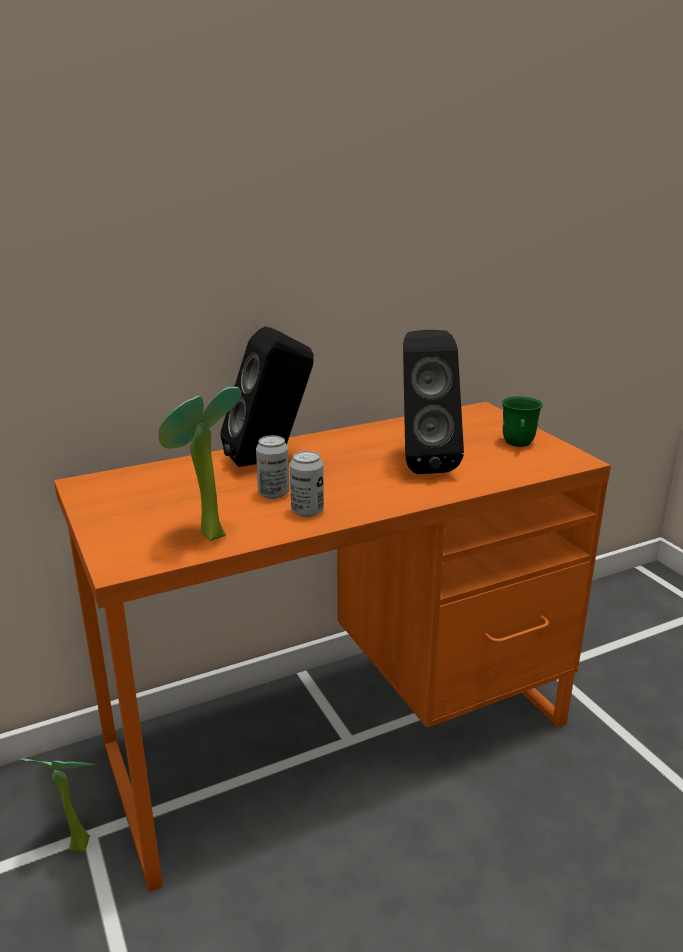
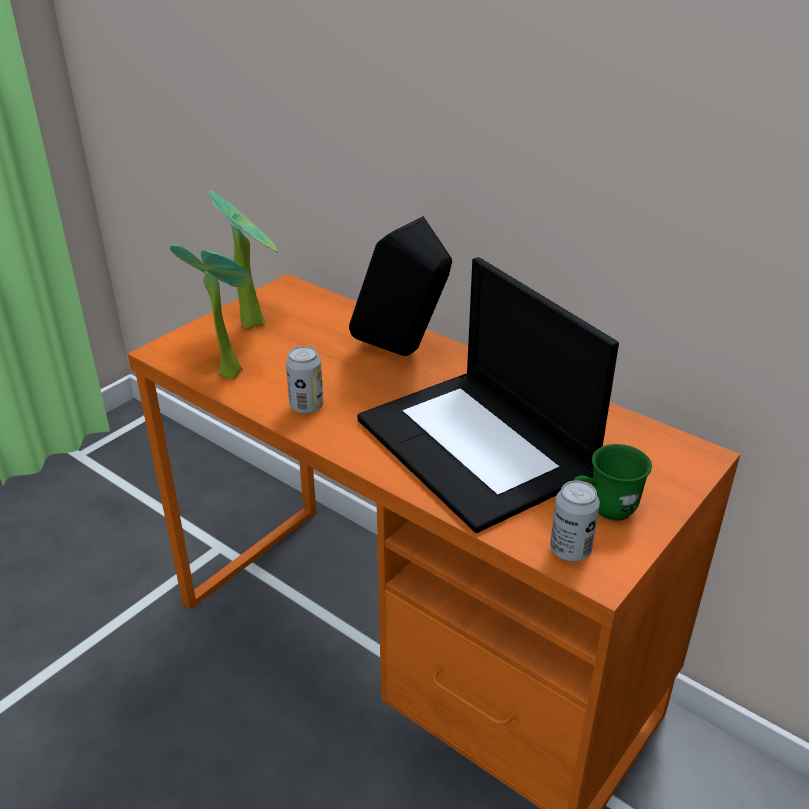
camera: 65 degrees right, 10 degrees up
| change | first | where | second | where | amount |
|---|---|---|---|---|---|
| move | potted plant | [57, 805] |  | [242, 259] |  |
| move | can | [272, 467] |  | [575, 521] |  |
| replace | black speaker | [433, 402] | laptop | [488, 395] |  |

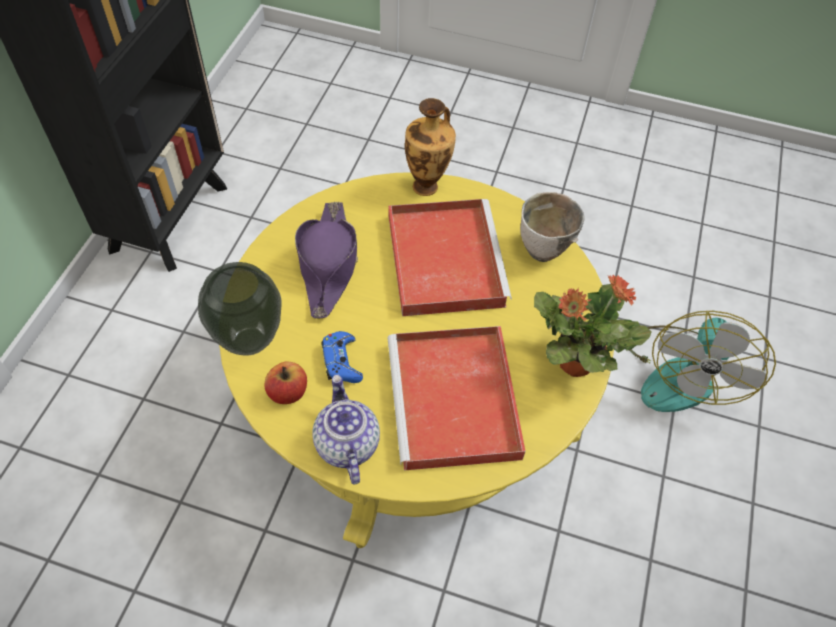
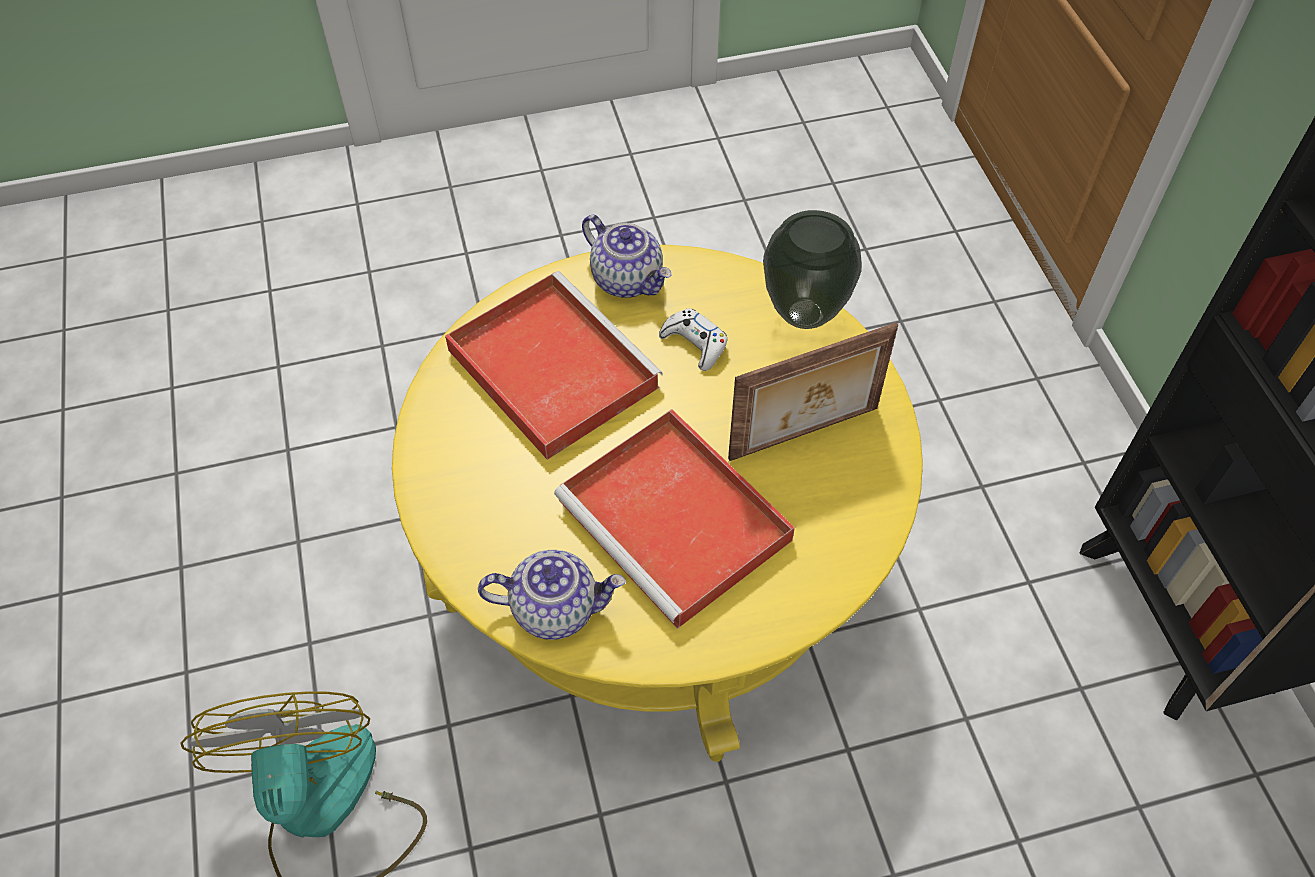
camera: 150 degrees right, 0 degrees up
| change | first | where | second | where | amount |
|---|---|---|---|---|---|
| delete | apple | [286, 382] |  |  |  |
| replace | purple hat | [326, 259] | picture frame | [813, 391] |  |
| recolor | blue game controller | [342, 357] | white game controller | [693, 339] |  |
| delete | vase | [430, 147] |  |  |  |
| replace | bowl | [552, 227] | teapot | [552, 595] |  |
| delete | potted plant | [592, 326] |  |  |  |

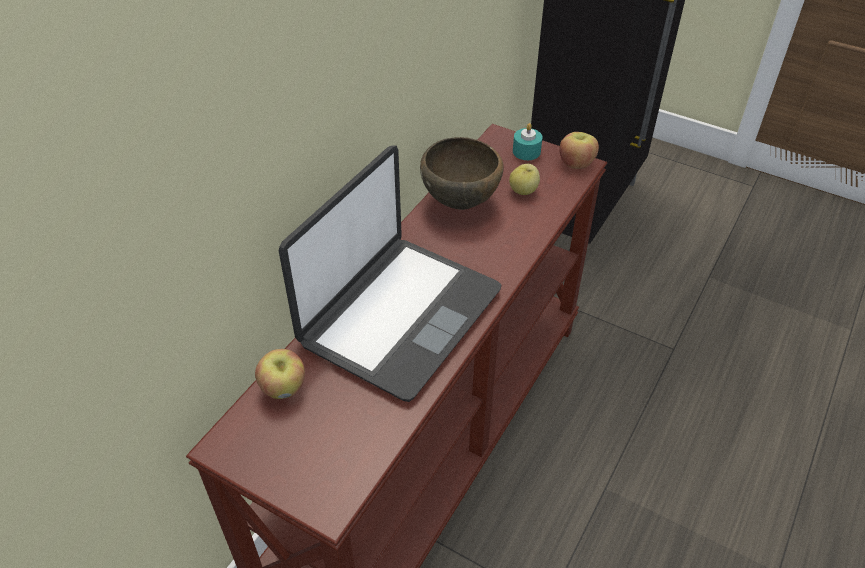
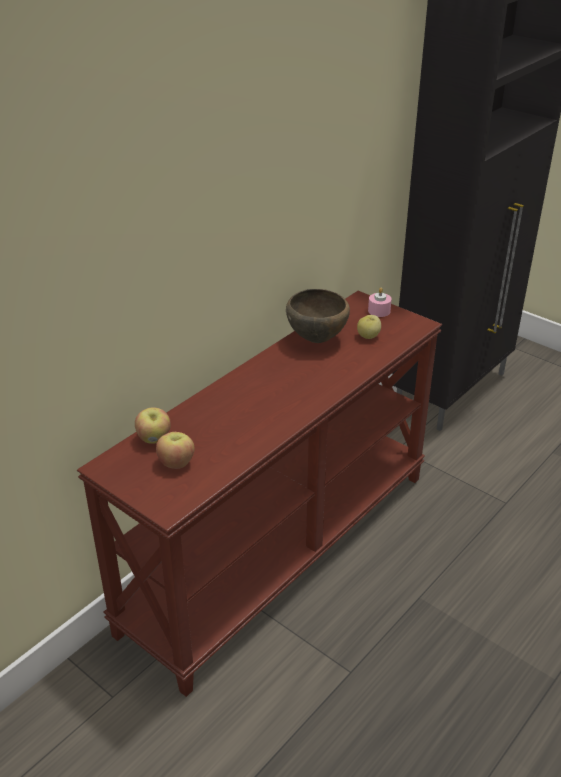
camera: 10 degrees right, 10 degrees down
| change | first | where | second | where | amount |
|---|---|---|---|---|---|
| delete | laptop | [390, 273] |  |  |  |
| recolor | turquoise candle | [528, 141] | pink candle | [380, 302] |  |
| move | apple | [579, 150] |  | [175, 450] |  |

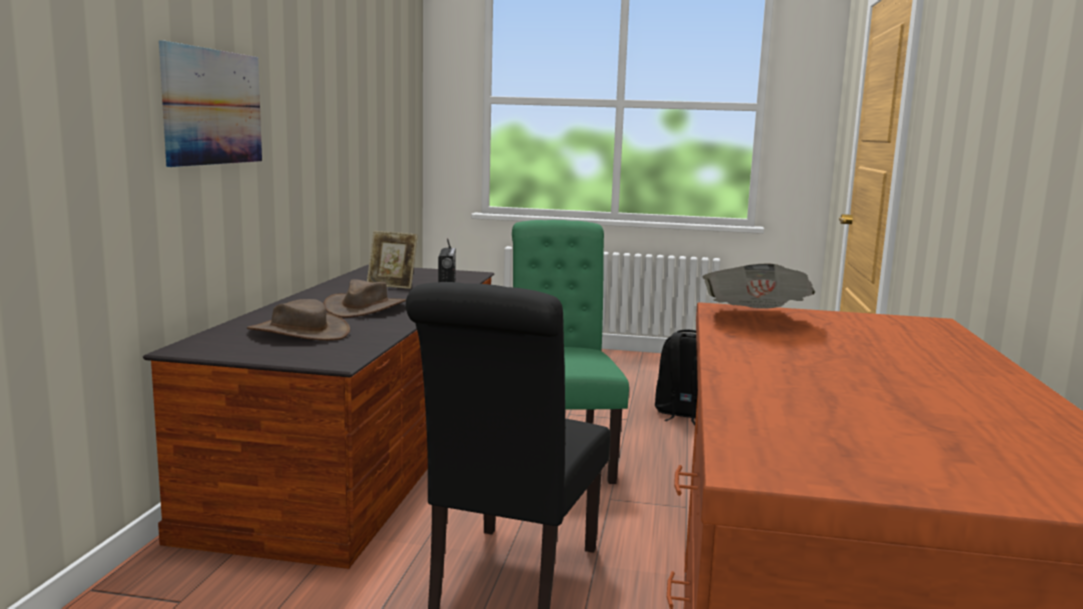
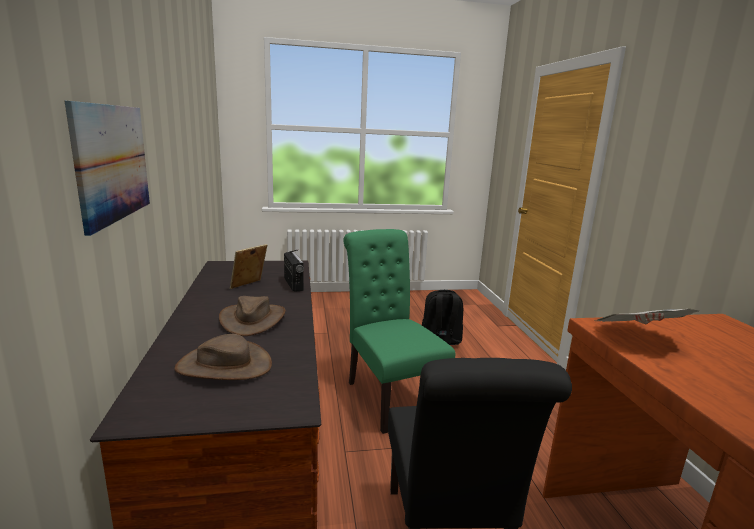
camera: 20 degrees left, 5 degrees up
| change | first | where | second | where | amount |
|---|---|---|---|---|---|
| rotate | picture frame | [392, 260] |  | [248, 266] | 135 degrees clockwise |

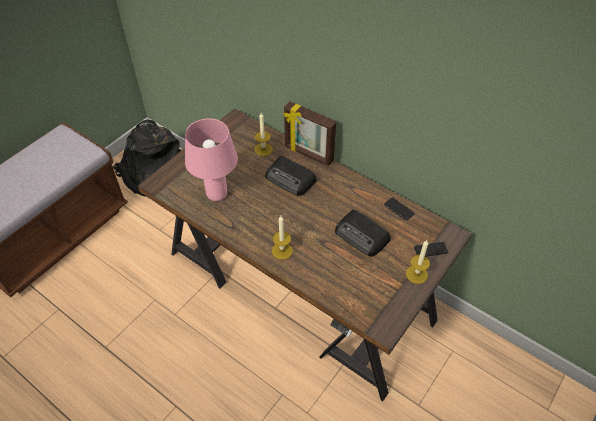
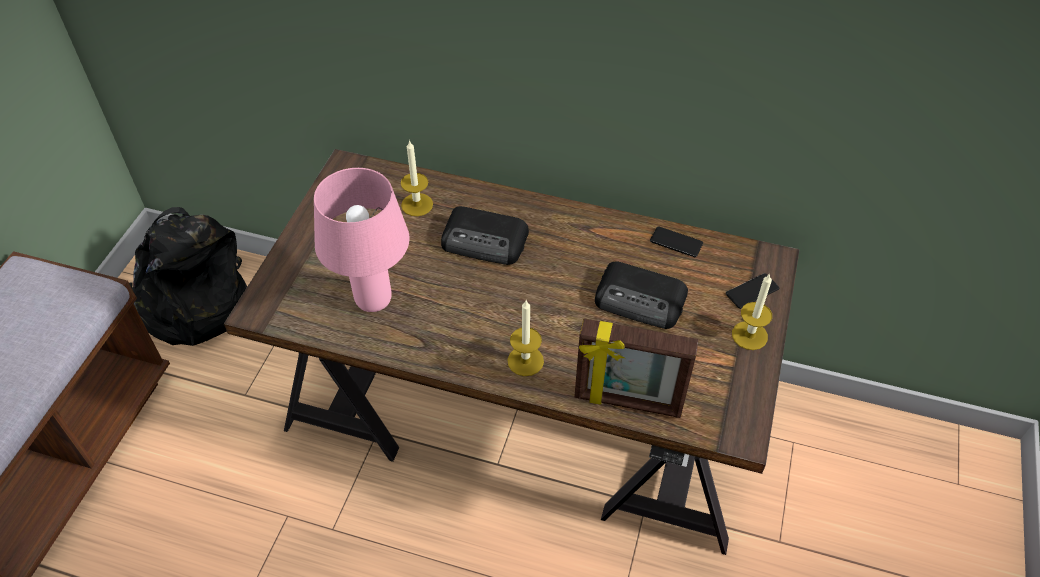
camera: 20 degrees left, 0 degrees up
| change | first | where | second | where | amount |
|---|---|---|---|---|---|
| move | picture frame | [309, 133] |  | [636, 368] |  |

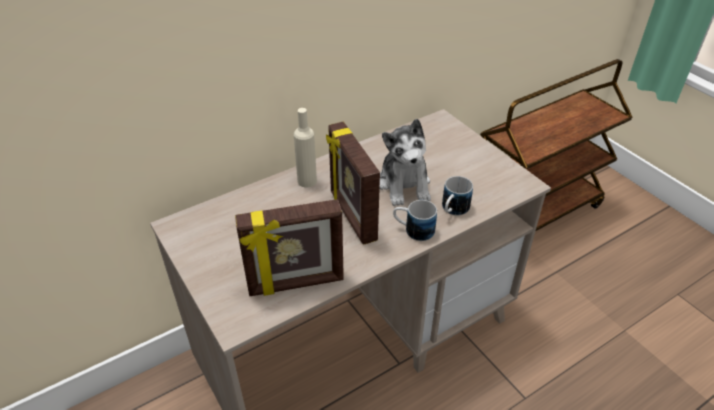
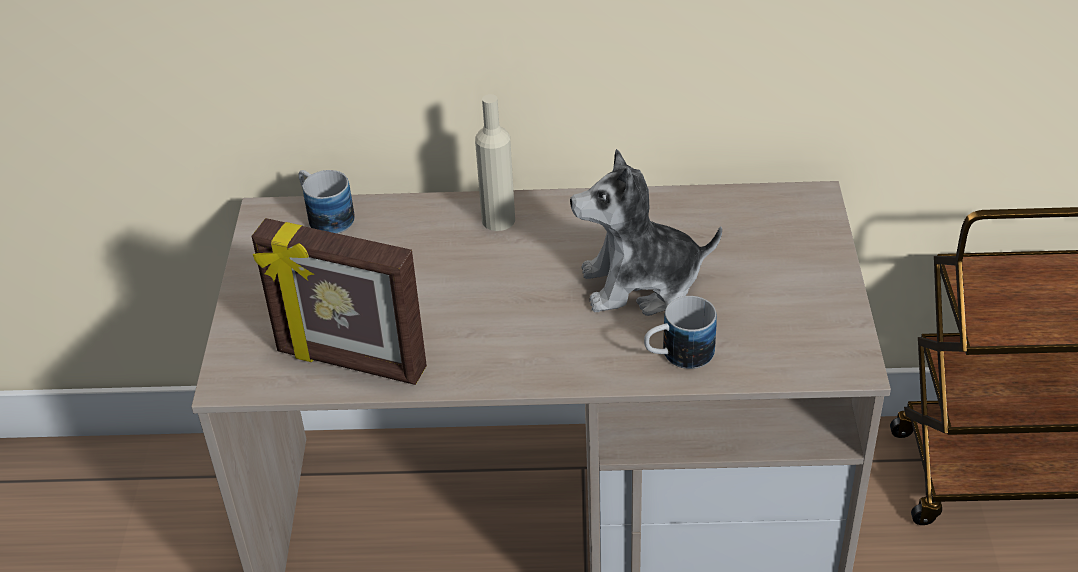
camera: 35 degrees right, 0 degrees up
| change | first | where | second | where | amount |
|---|---|---|---|---|---|
| delete | picture frame | [353, 183] |  |  |  |
| rotate | plush toy | [405, 162] |  | [646, 232] | 60 degrees clockwise |
| move | mug | [415, 220] |  | [327, 202] |  |

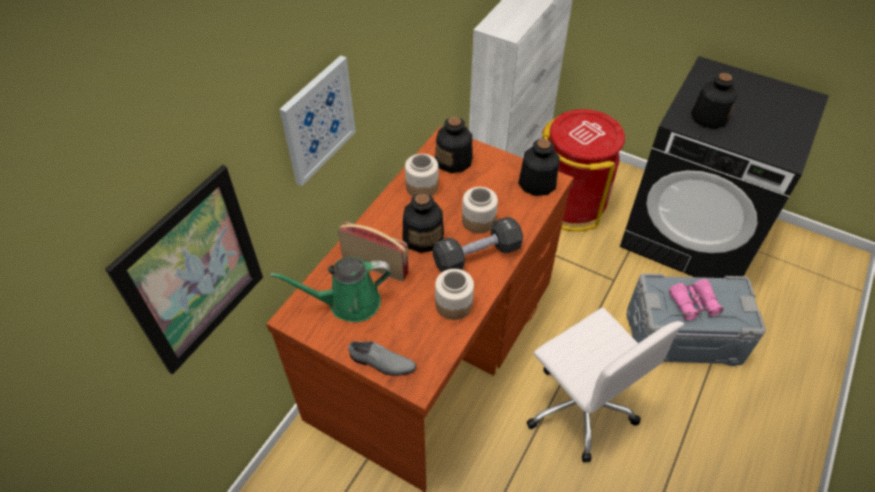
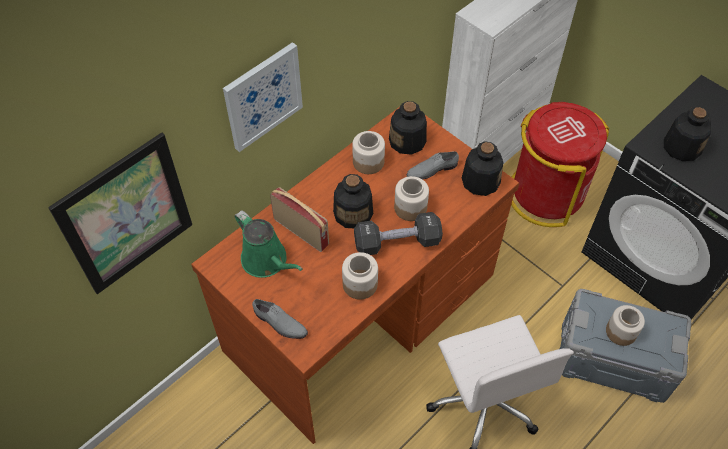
camera: 15 degrees right, 5 degrees up
| change | first | where | second | where | amount |
|---|---|---|---|---|---|
| rotate | green watering can | [330, 289] |  | [268, 244] | 135 degrees counterclockwise |
| replace | pink binoculars | [696, 300] | jar | [625, 325] |  |
| insert |  |  | grey shoe | [433, 165] |  |

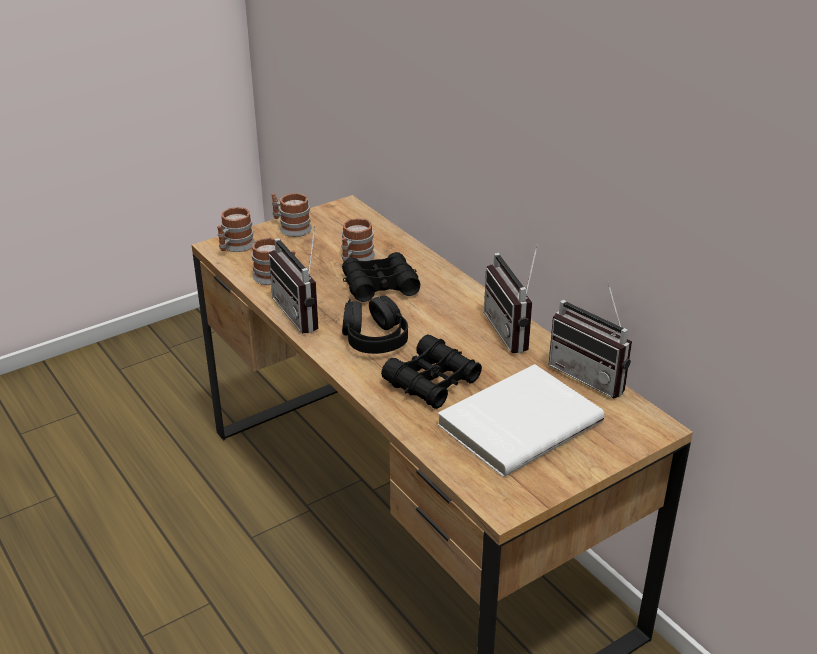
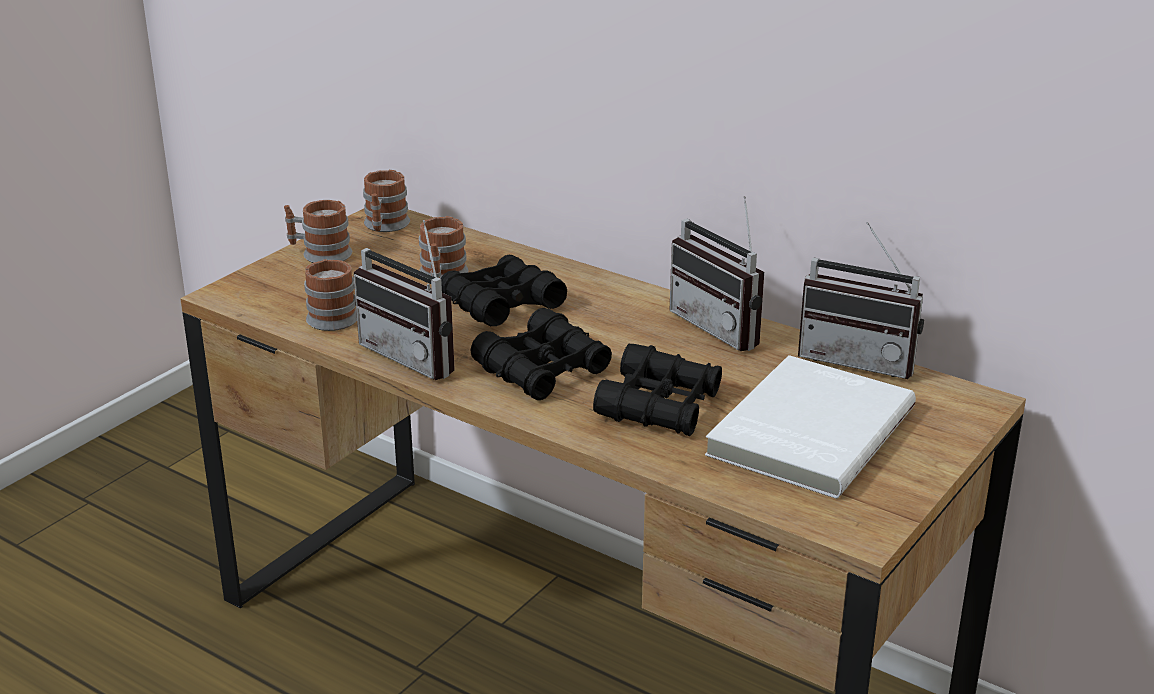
camera: 20 degrees left, 5 degrees down
| change | first | where | second | where | amount |
|---|---|---|---|---|---|
| move | mug | [236, 229] |  | [386, 201] |  |
| replace | black headphones | [375, 325] | black binoculars | [541, 354] |  |

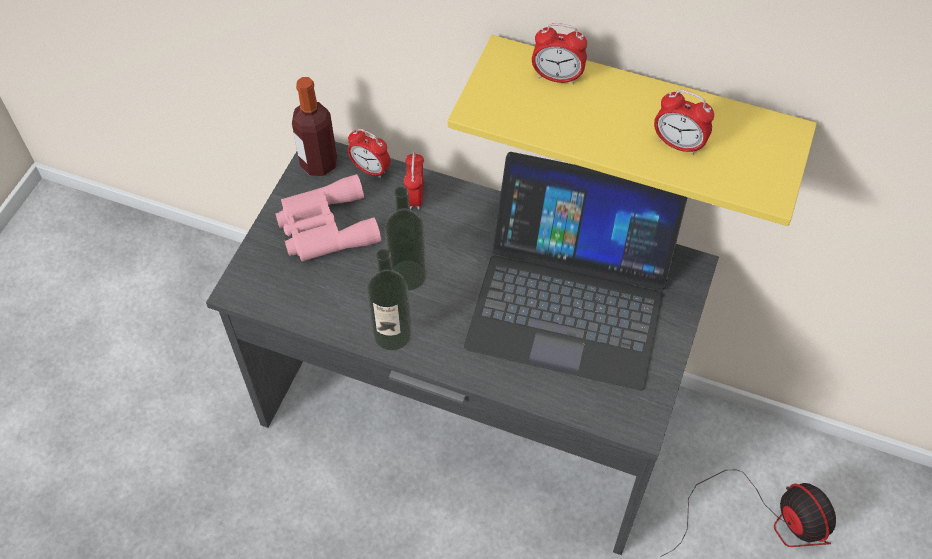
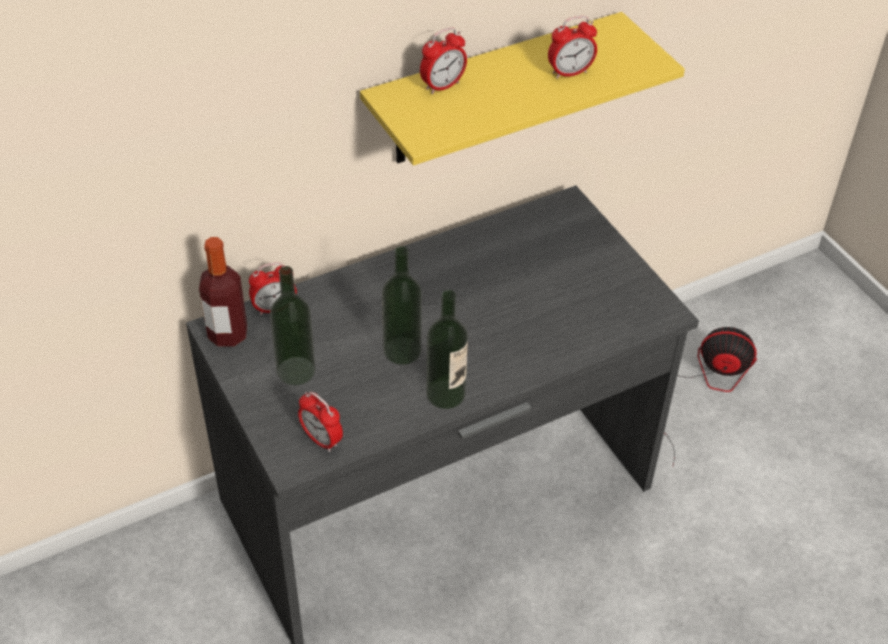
camera: 50 degrees left, 10 degrees down
| change | first | where | second | where | amount |
|---|---|---|---|---|---|
| replace | pink binoculars | [328, 218] | bottle | [292, 325] |  |
| move | alarm clock | [414, 180] |  | [320, 422] |  |
| delete | laptop | [576, 271] |  |  |  |

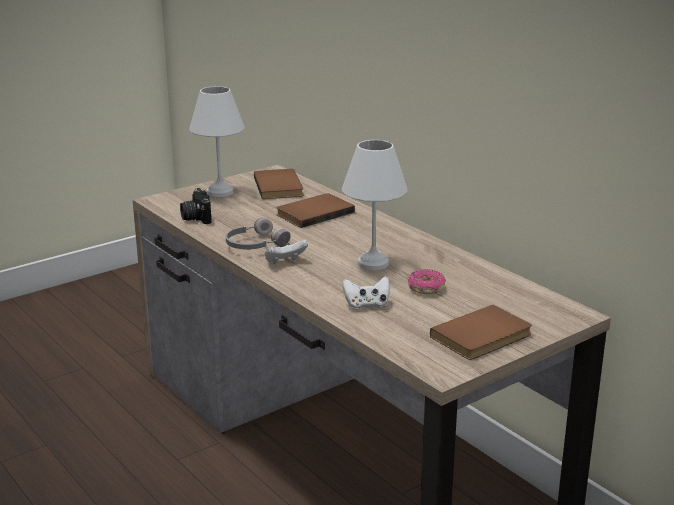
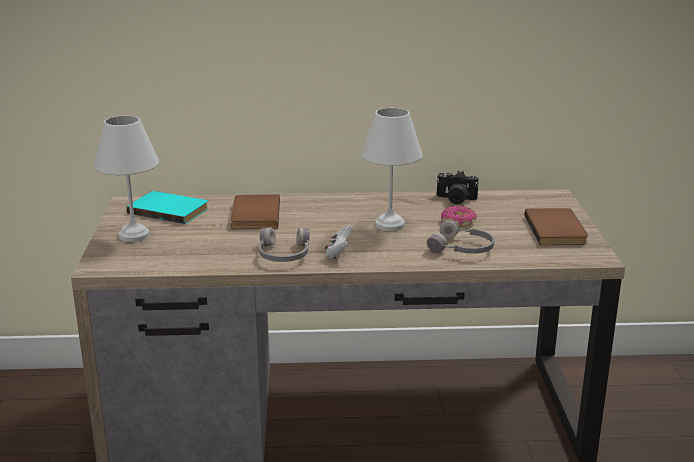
camera: 55 degrees left, 0 degrees up
| change | first | where | second | where | amount |
|---|---|---|---|---|---|
| move | photo camera | [196, 206] |  | [457, 187] |  |
| recolor | brown book | [278, 184] | turquoise book | [167, 207] |  |
| replace | white game controller | [366, 293] | grey headphones | [461, 237] |  |

